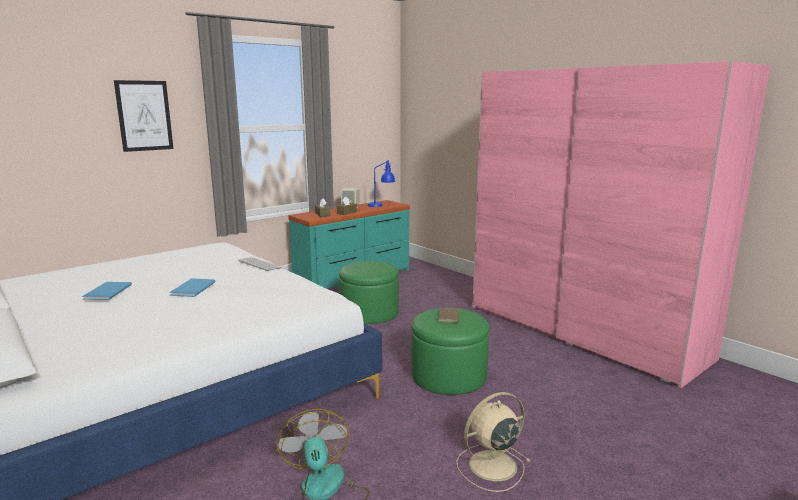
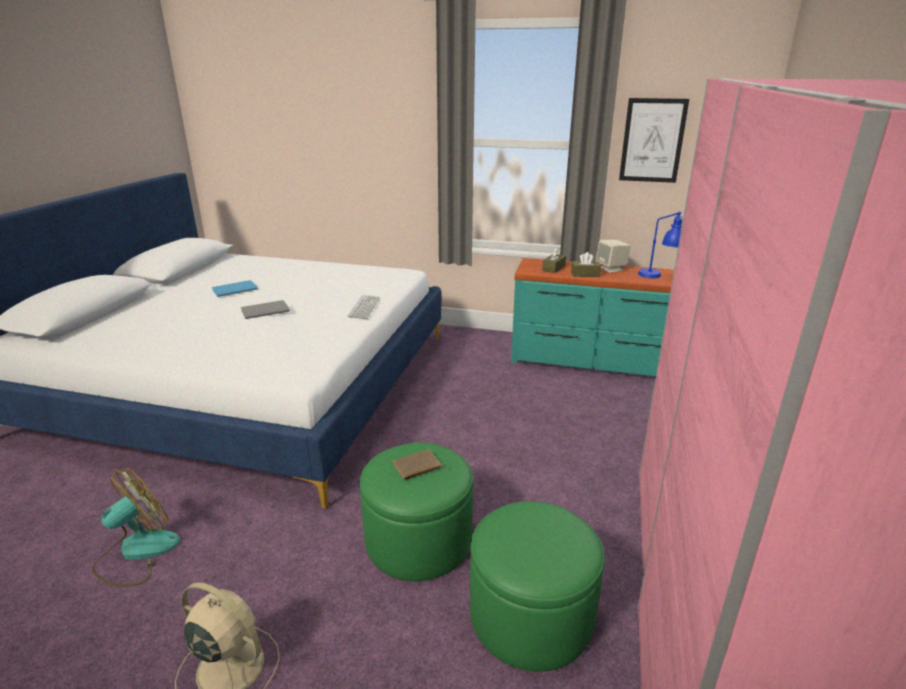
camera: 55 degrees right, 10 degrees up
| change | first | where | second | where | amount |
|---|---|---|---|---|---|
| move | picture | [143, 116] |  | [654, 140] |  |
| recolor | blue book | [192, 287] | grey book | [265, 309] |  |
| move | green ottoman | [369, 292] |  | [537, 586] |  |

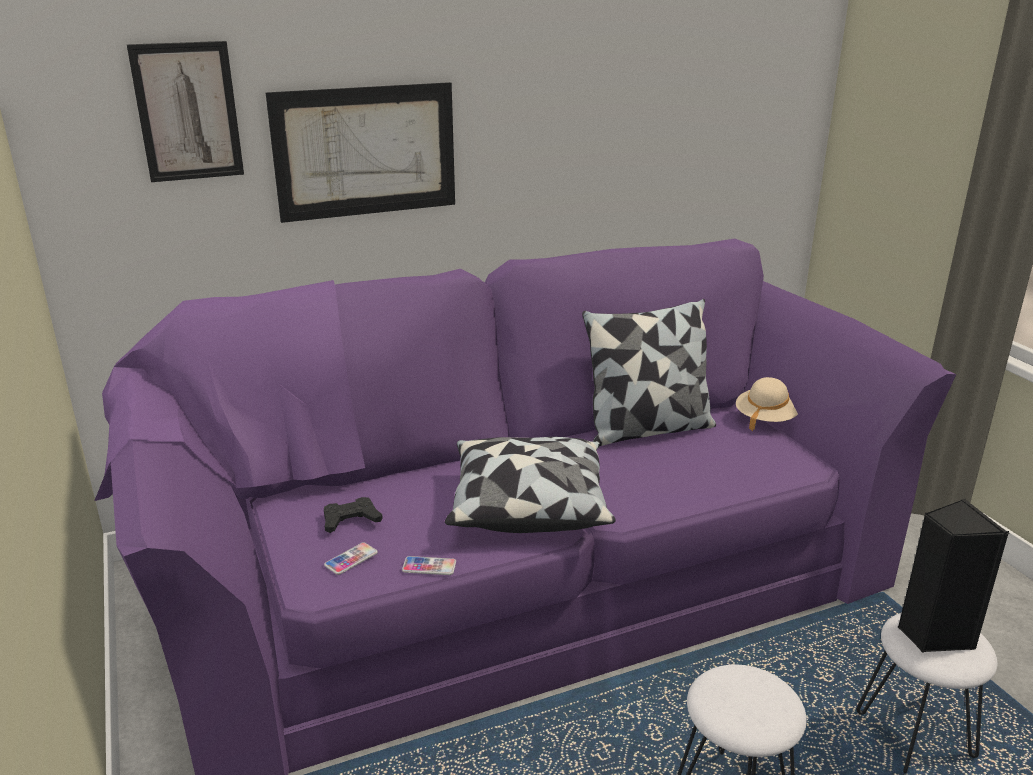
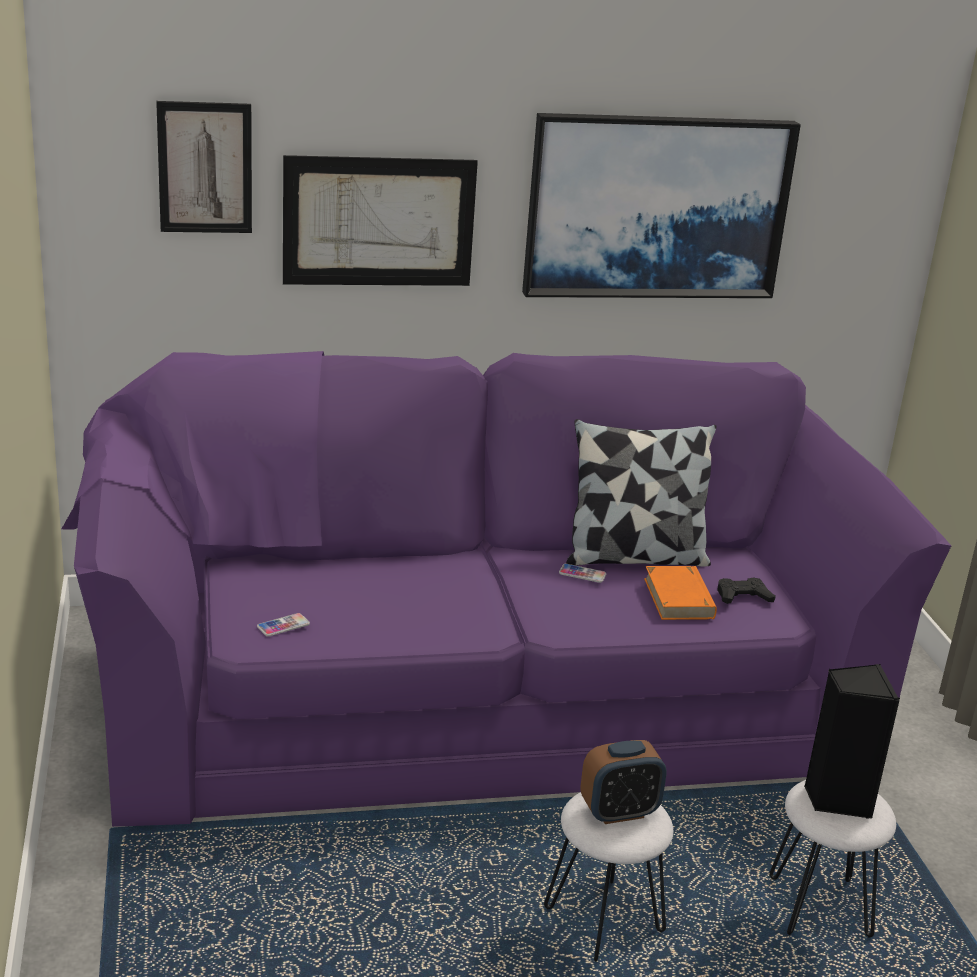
camera: 10 degrees right, 0 degrees up
| change | first | where | second | where | amount |
|---|---|---|---|---|---|
| move | black game controller | [353, 515] |  | [746, 591] |  |
| move | phone | [429, 565] |  | [582, 573] |  |
| delete | pillow | [530, 485] |  |  |  |
| delete | beige hat | [767, 404] |  |  |  |
| insert |  |  | picture | [661, 205] |  |
| insert |  |  | alarm clock | [623, 782] |  |
| insert |  |  | orange book | [680, 593] |  |

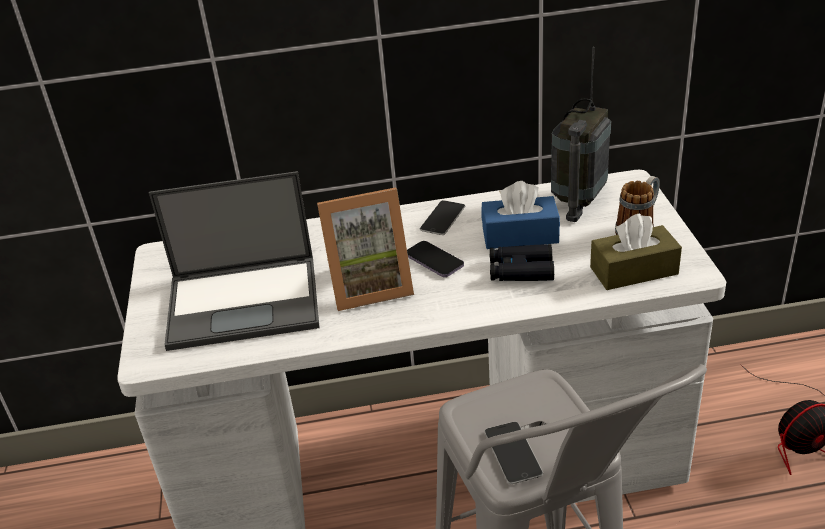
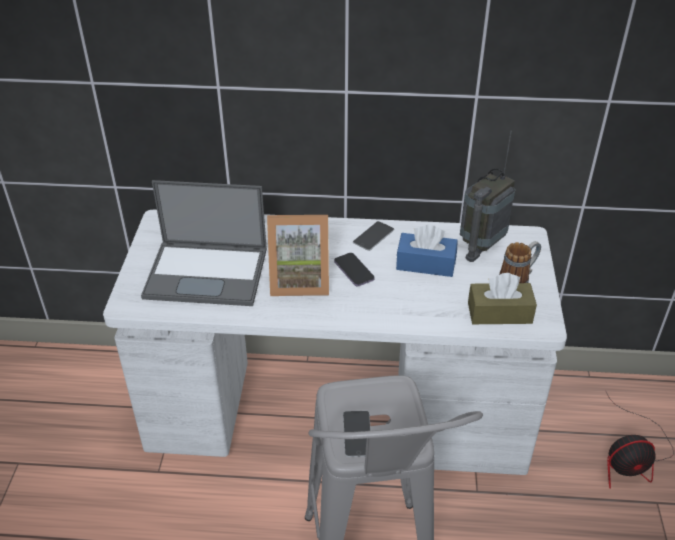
camera: 10 degrees right, 5 degrees up
| change | first | where | second | where | amount |
|---|---|---|---|---|---|
| delete | black binoculars | [522, 262] |  |  |  |

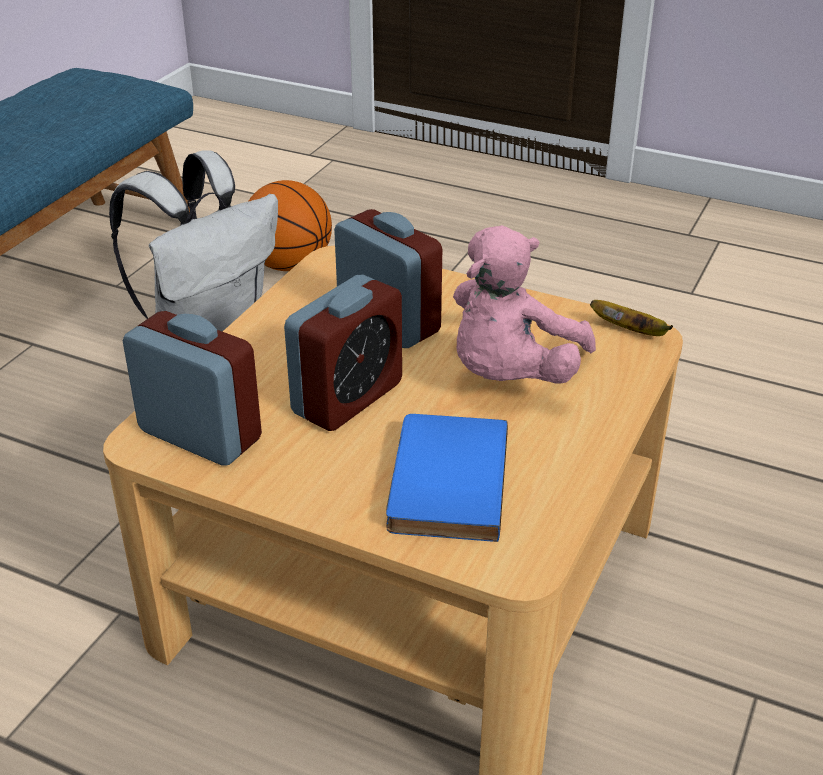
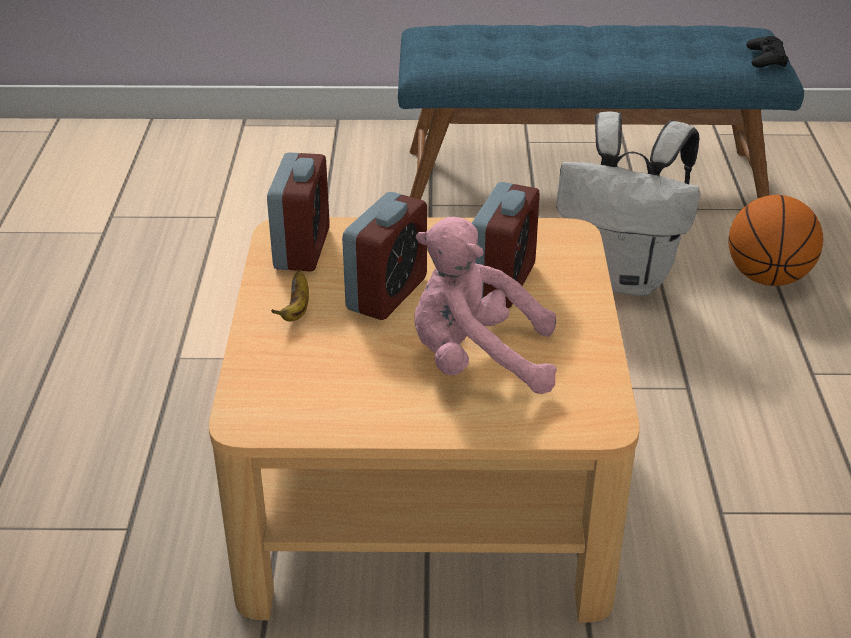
camera: 65 degrees right, 0 degrees up
| change | first | where | second | where | amount |
|---|---|---|---|---|---|
| rotate | alarm clock | [343, 353] |  | [384, 256] | 75 degrees counterclockwise |
| delete | blue book | [447, 478] |  |  |  |
| move | banana | [631, 318] |  | [290, 296] |  |
| insert |  |  | black game controller | [767, 52] |  |

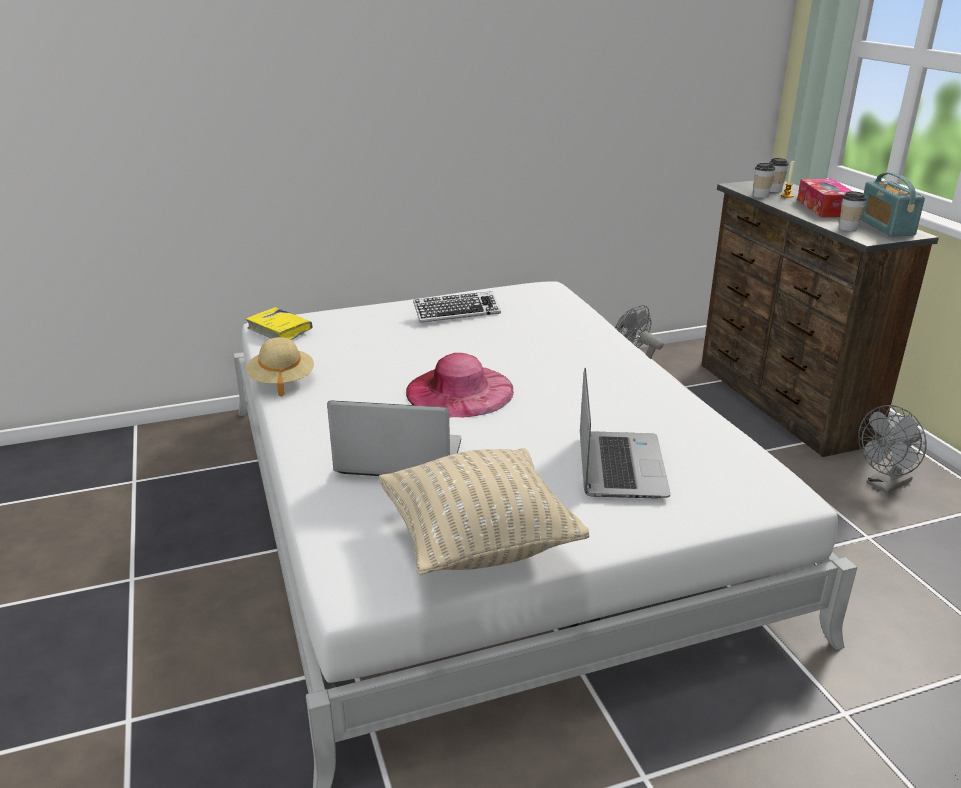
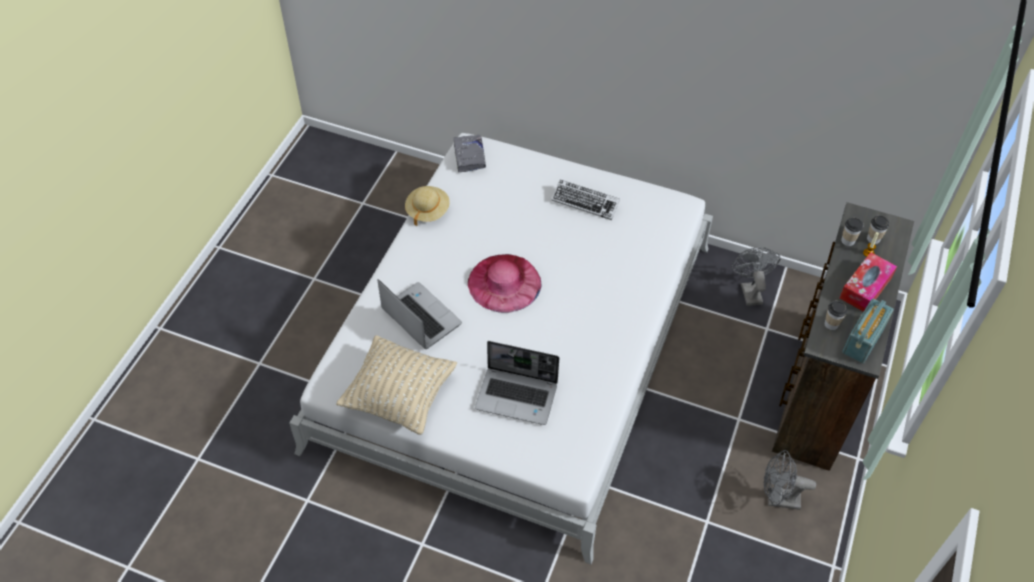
camera: 40 degrees right, 25 degrees up
| change | first | where | second | where | amount |
|---|---|---|---|---|---|
| recolor | yellow book | [279, 323] | grey book | [470, 153] |  |
| rotate | laptop | [625, 433] |  | [517, 383] | 60 degrees clockwise |

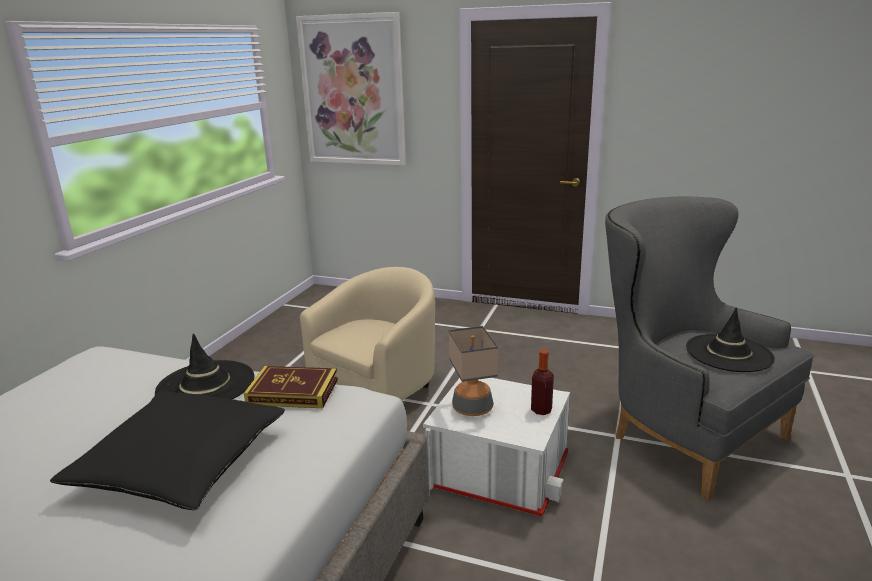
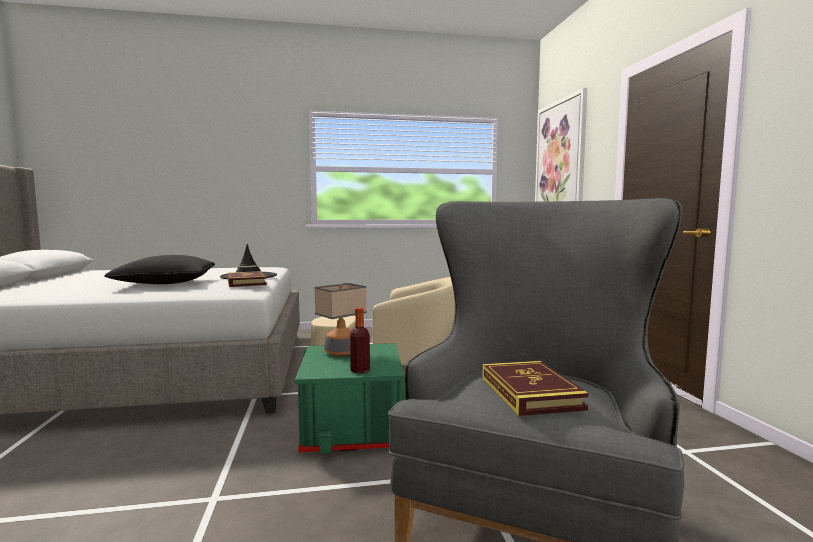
camera: 60 degrees right, 15 degrees down
| change | first | where | second | where | amount |
|---|---|---|---|---|---|
| recolor | white storage box | [496, 447] | green storage box | [350, 398] |  |
| replace | black hat | [730, 339] | book | [535, 388] |  |

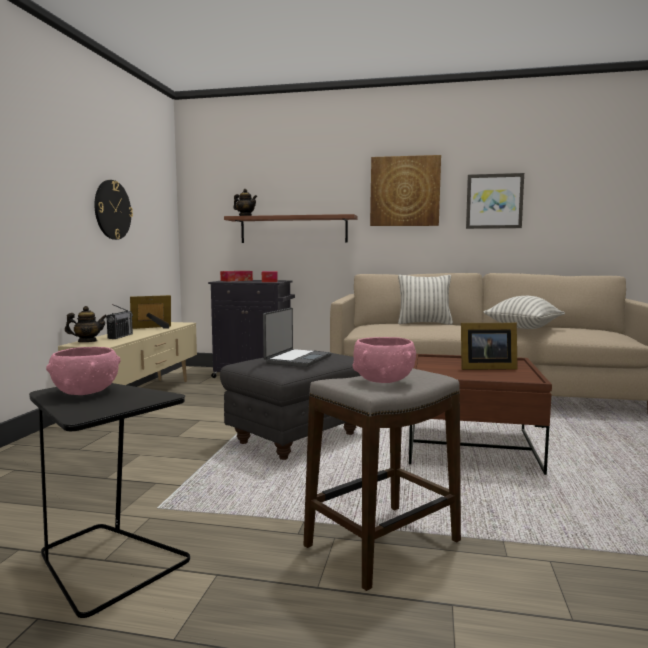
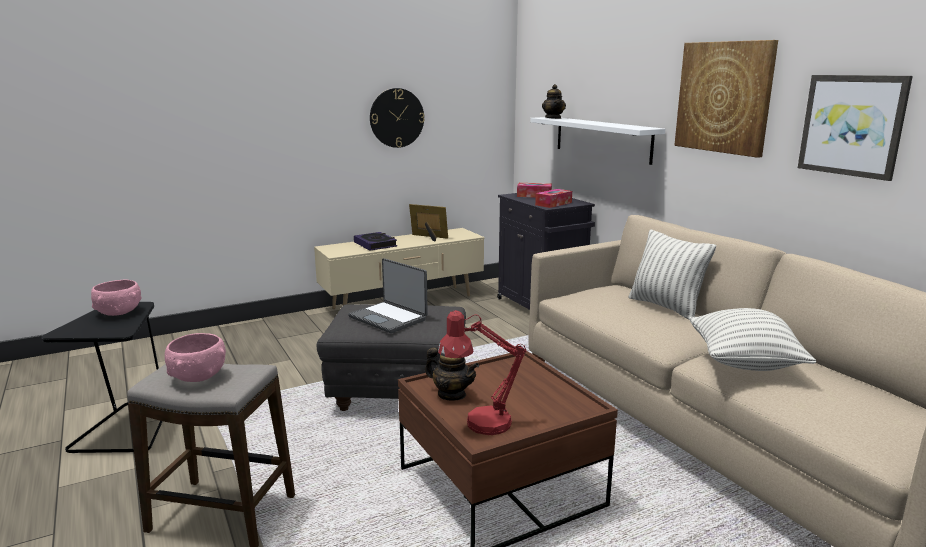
camera: 50 degrees right, 10 degrees up
| change | first | where | second | where | amount |
|---|---|---|---|---|---|
| move | teapot | [86, 324] |  | [452, 374] |  |
| replace | radio | [120, 321] | book | [375, 241] |  |
| recolor | brown shelf | [290, 228] | white shelf | [597, 141] |  |
| rotate | laptop | [297, 337] |  | [388, 295] | 60 degrees clockwise |
| delete | picture frame | [489, 346] |  |  |  |
| insert |  |  | red table lamp | [482, 372] |  |

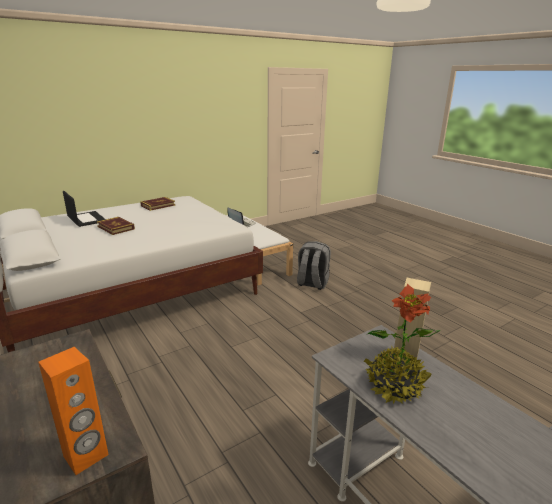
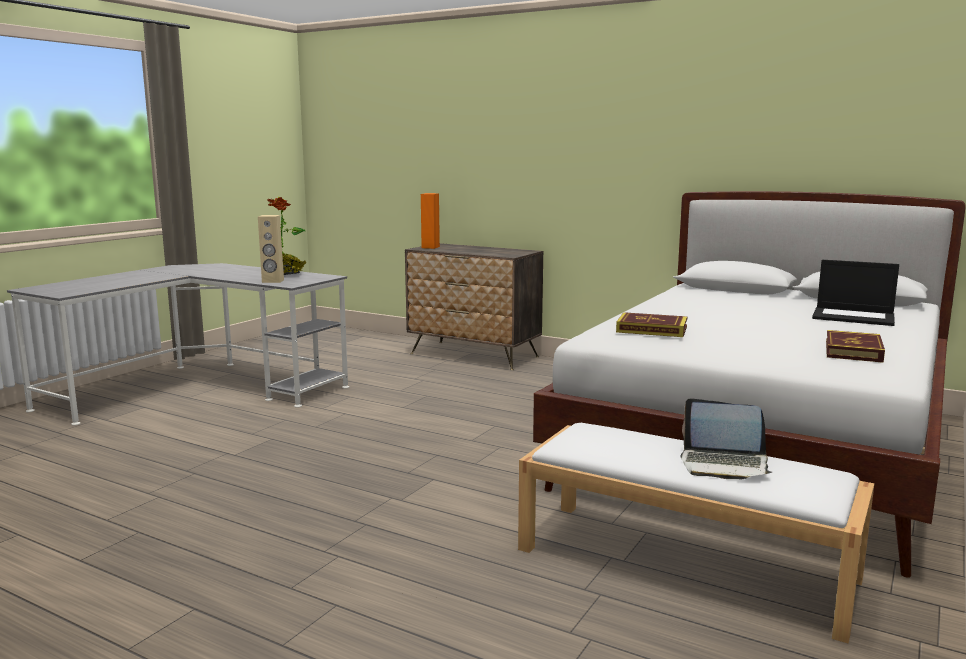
camera: 155 degrees right, 10 degrees down
| change | first | where | second | where | amount |
|---|---|---|---|---|---|
| move | book | [116, 226] |  | [651, 324] |  |
| delete | grey backpack | [314, 265] |  |  |  |

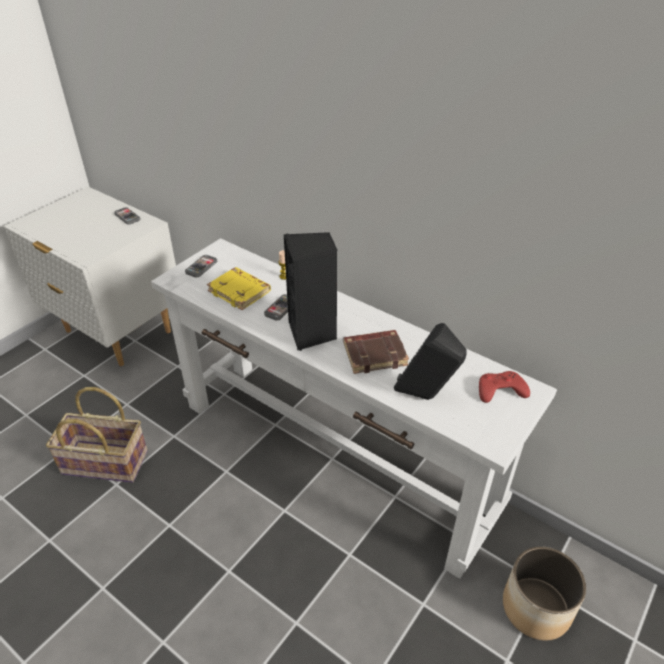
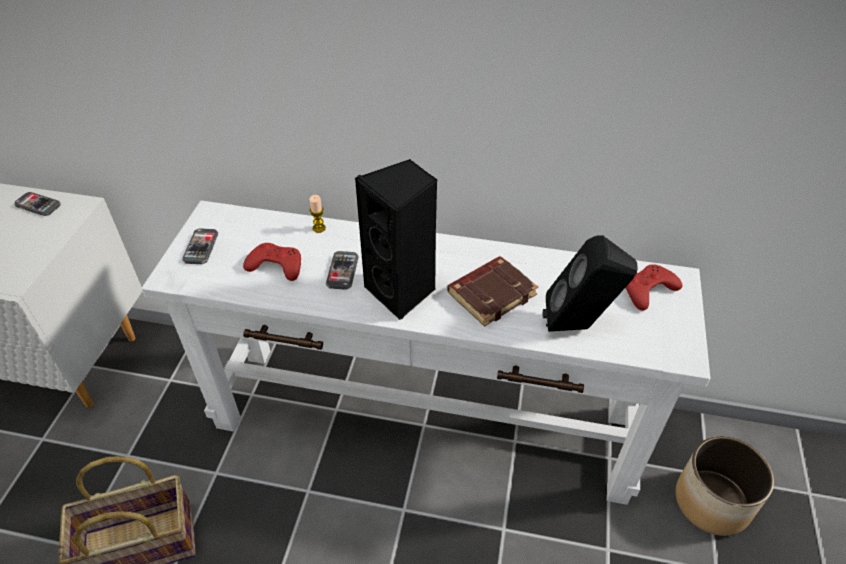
camera: 25 degrees left, 5 degrees up
| change | first | where | second | where | amount |
|---|---|---|---|---|---|
| replace | yellow book | [239, 288] | red game controller | [272, 262] |  |

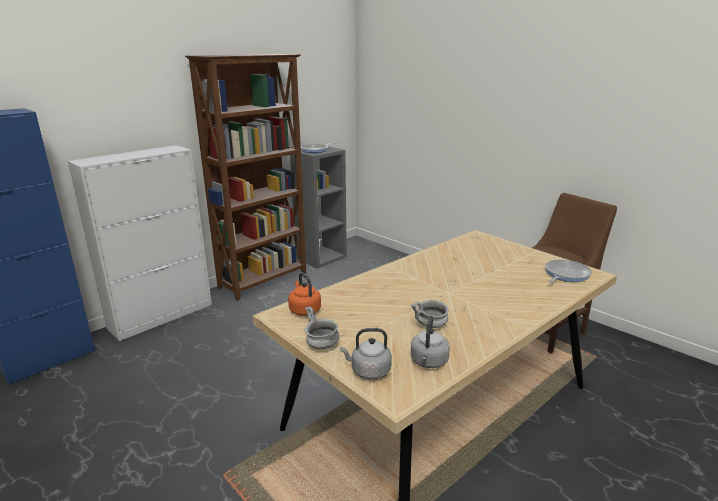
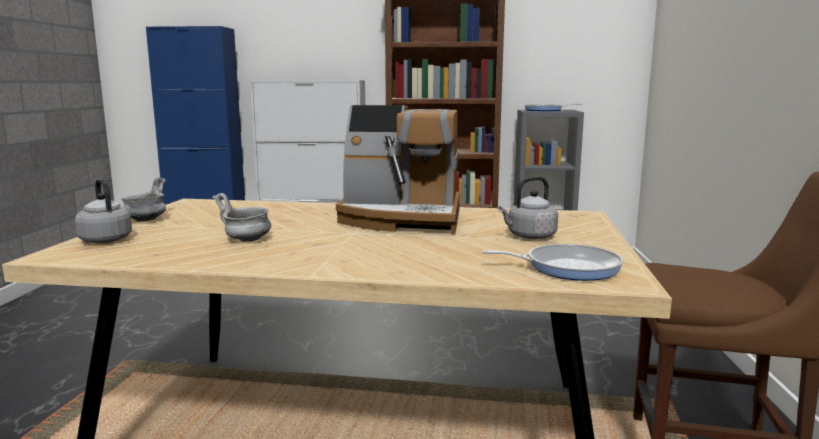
camera: 50 degrees right, 10 degrees down
| change | first | where | second | where | amount |
|---|---|---|---|---|---|
| delete | orange kettle | [304, 294] |  |  |  |
| move | grey kettle | [430, 342] |  | [528, 207] |  |
| insert |  |  | coffee machine | [398, 170] |  |

